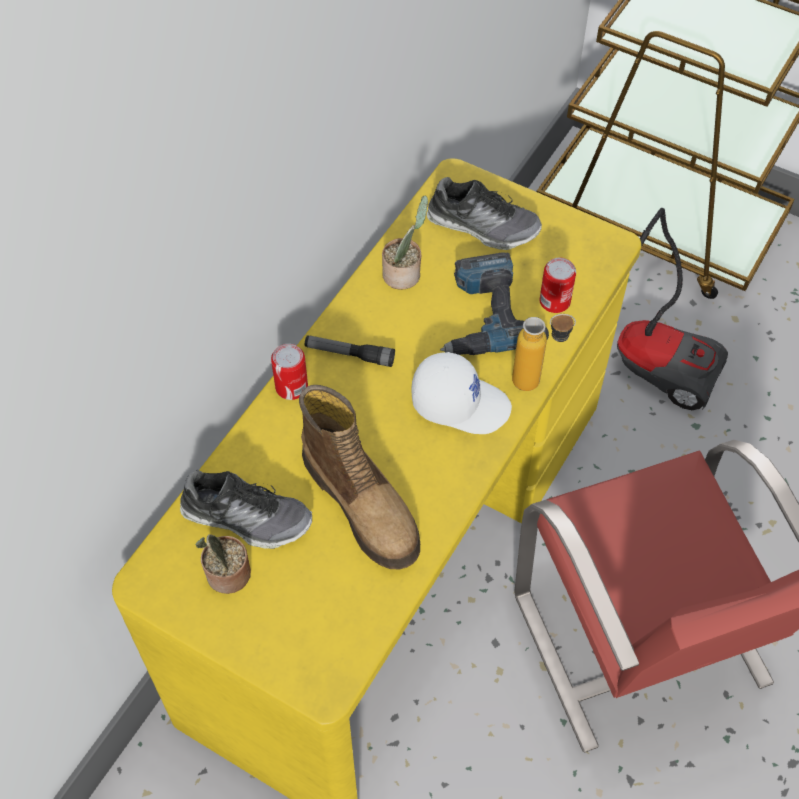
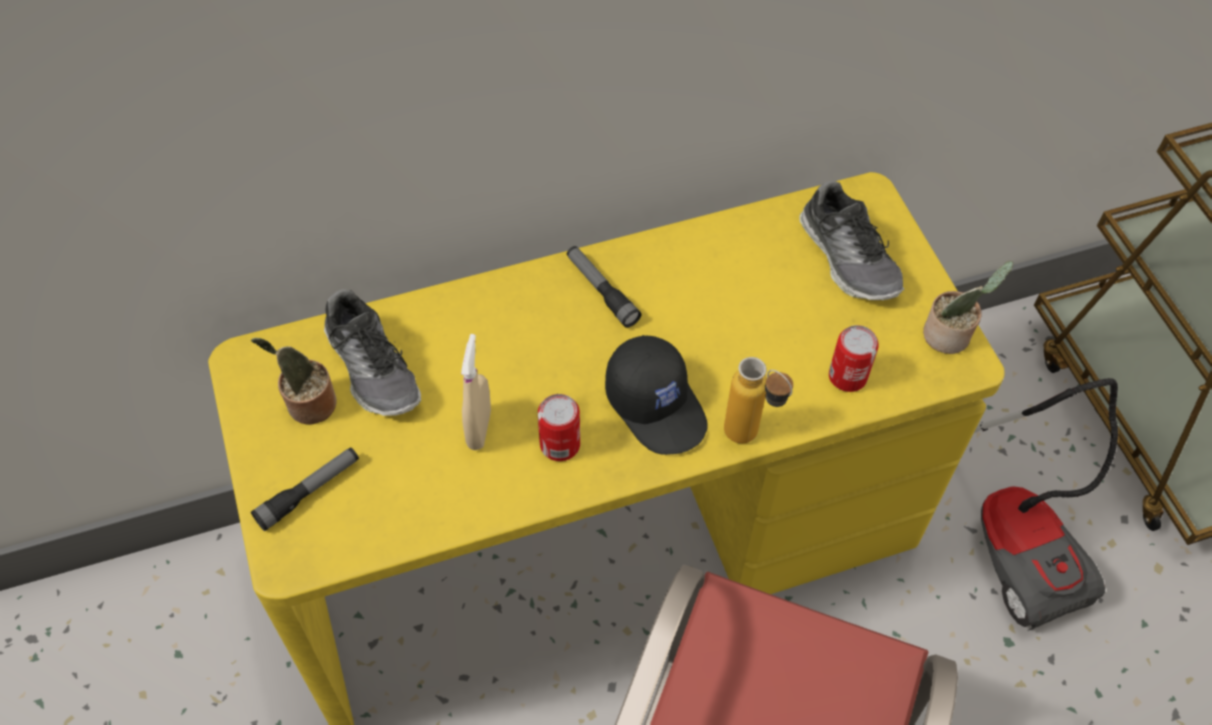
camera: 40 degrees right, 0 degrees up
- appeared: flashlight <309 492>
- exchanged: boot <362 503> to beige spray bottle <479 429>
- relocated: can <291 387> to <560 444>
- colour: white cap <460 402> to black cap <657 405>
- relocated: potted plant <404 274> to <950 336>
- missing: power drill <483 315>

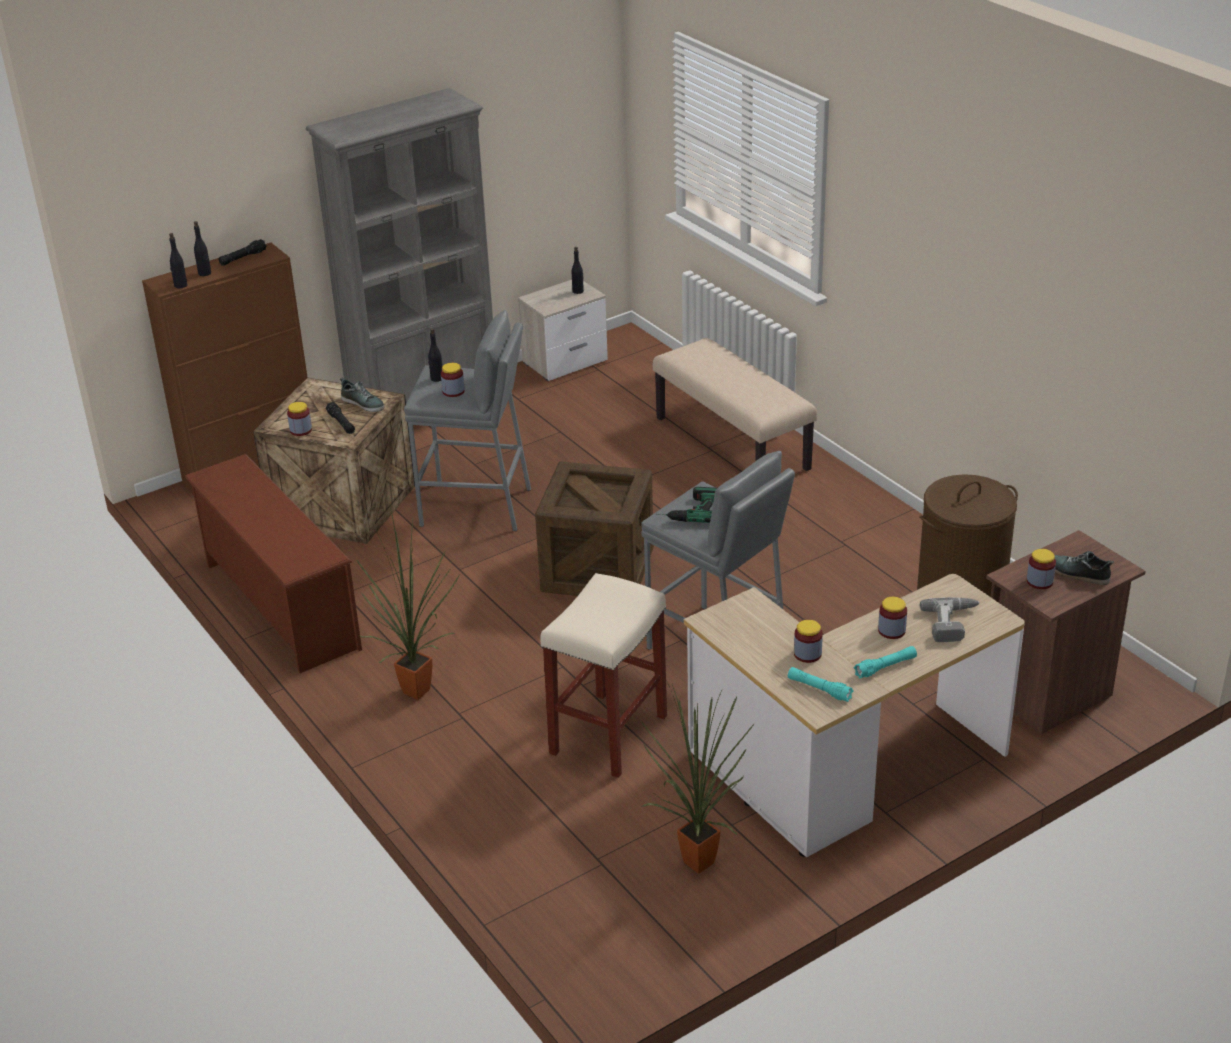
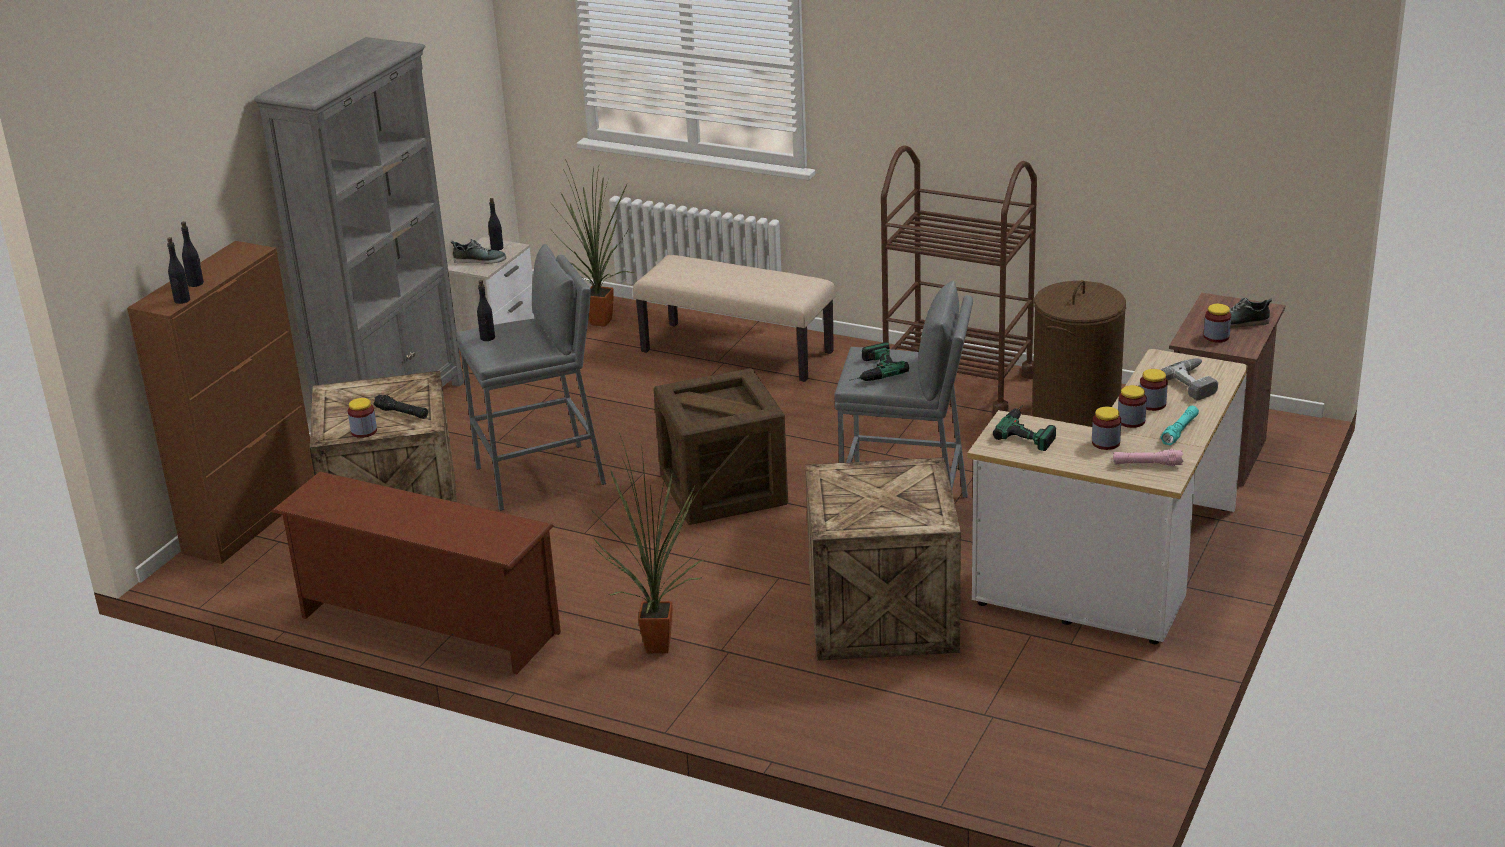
camera: 30 degrees left, 5 degrees down
- relocated: shoe <363 403> to <480 260>
- relocated: potted plant <695 860> to <597 321>
- exchanged: beige stool <608 736> to crate <885 616>
- appeared: brown cart <958 384>
- appeared: power drill <1030 430>
- colour: turquoise flashlight <819 689> to pink flashlight <1147 464>
- relocated: jar <453 391> to <1131 421>
- missing: black flashlight <243 258>

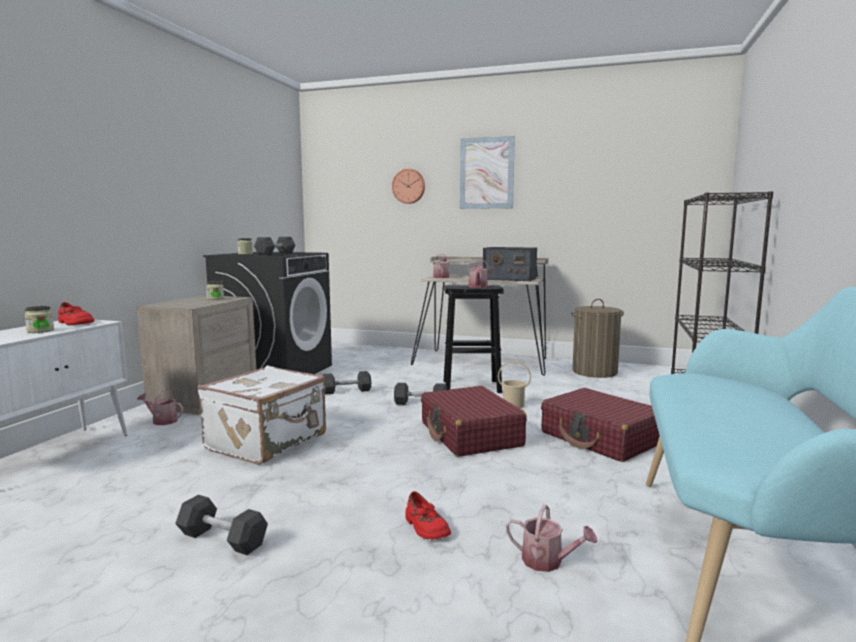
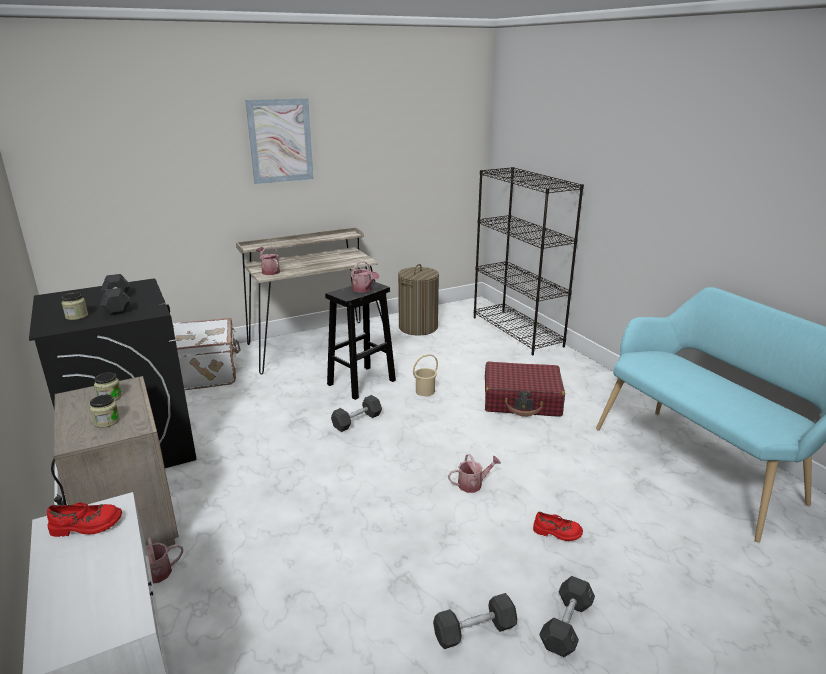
camera: 45 degrees left, 15 degrees up
- relocated: jar <40 331> to <107 421>
- relocated: white suitcase <268 442> to <208 373>
- relocated: watering can <548 561> to <473 484>
- relocated: grey dumbbell <346 391> to <566 625>
- missing: wall clock <409 186>
- missing: red suitcase <470 435>
- missing: radio <509 279>

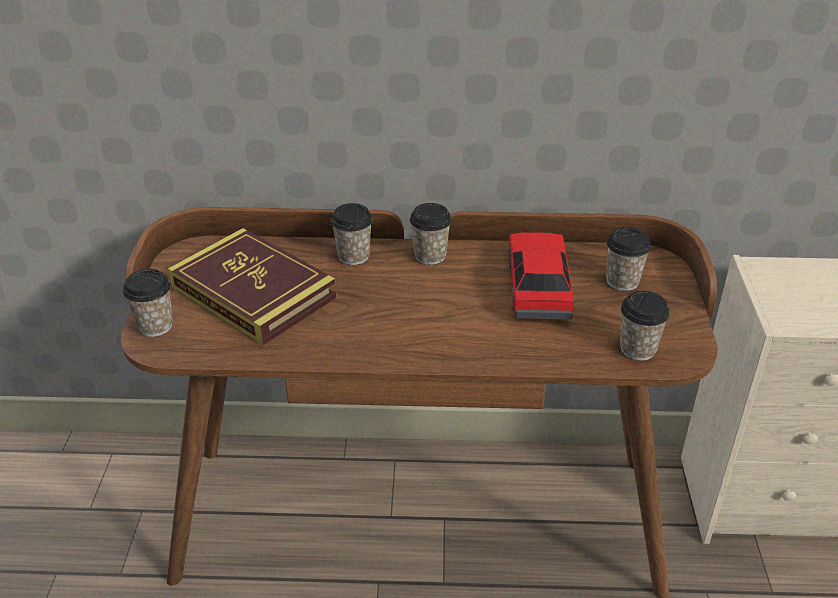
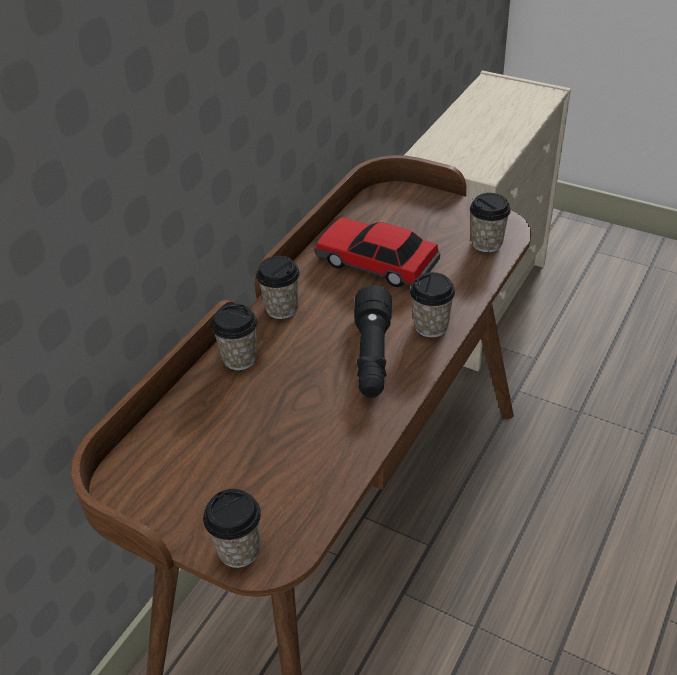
camera: 60 degrees left, 5 degrees up
- appeared: black flashlight <372 357>
- relocated: cup <622 281> to <431 326>
- missing: book <253 292>

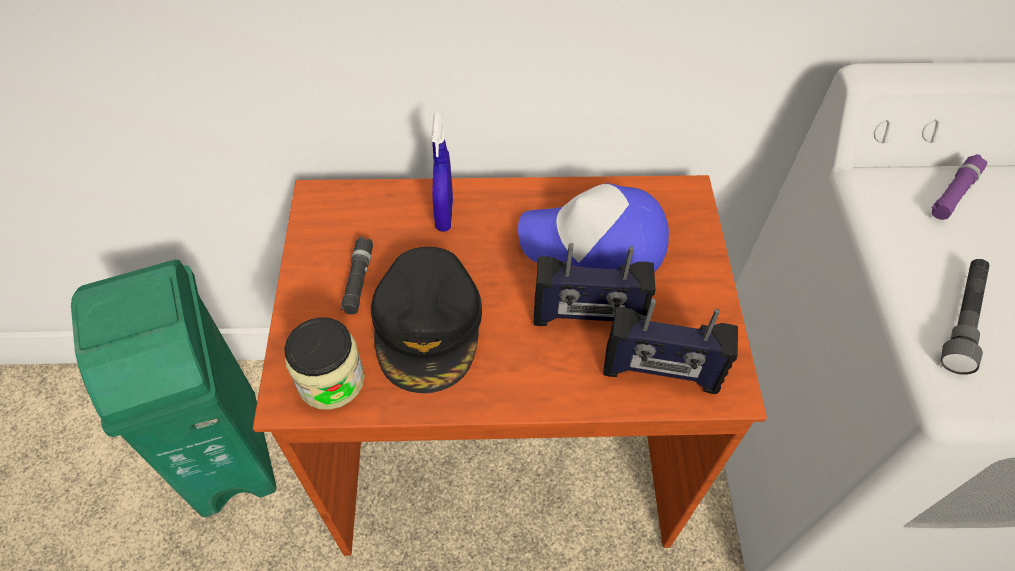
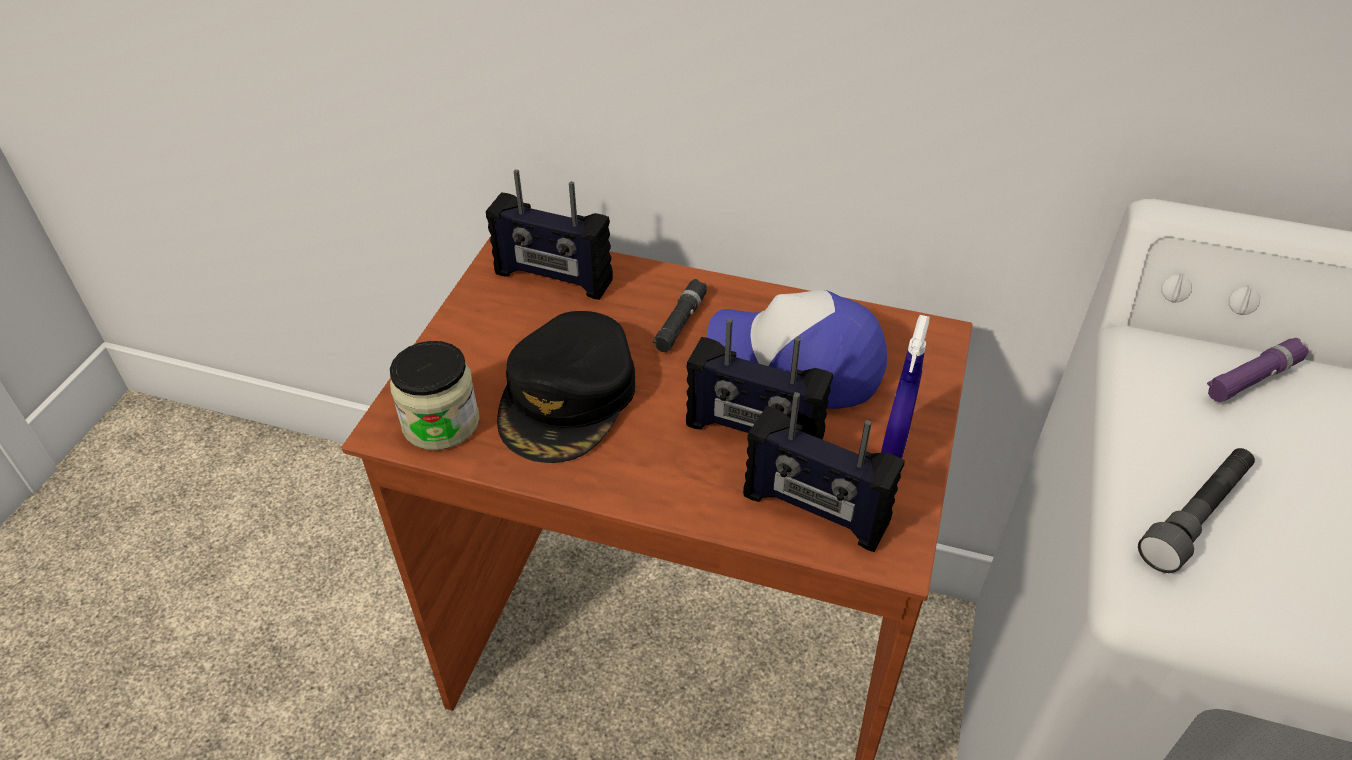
camera: 20 degrees right, 10 degrees down
- appeared: radio <553 278>
- relocated: black flashlight <358 280> to <680 322>
- relocated: blue spray bottle <444 215> to <892 453>
- missing: green trash can <230 450>

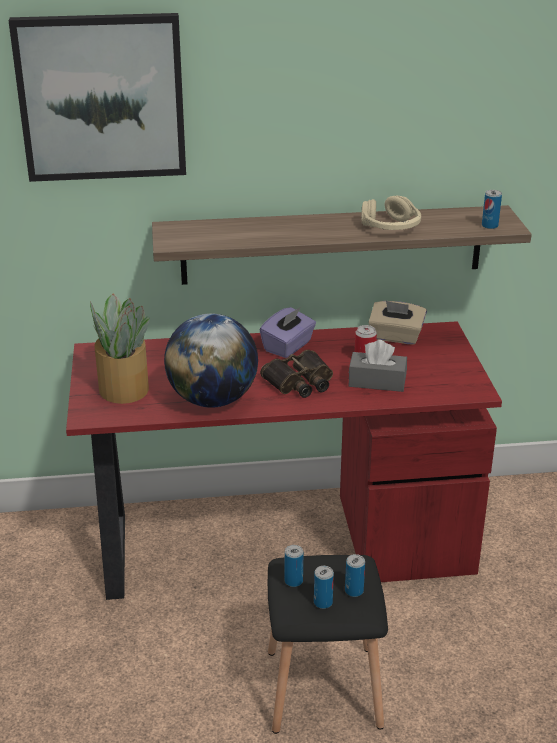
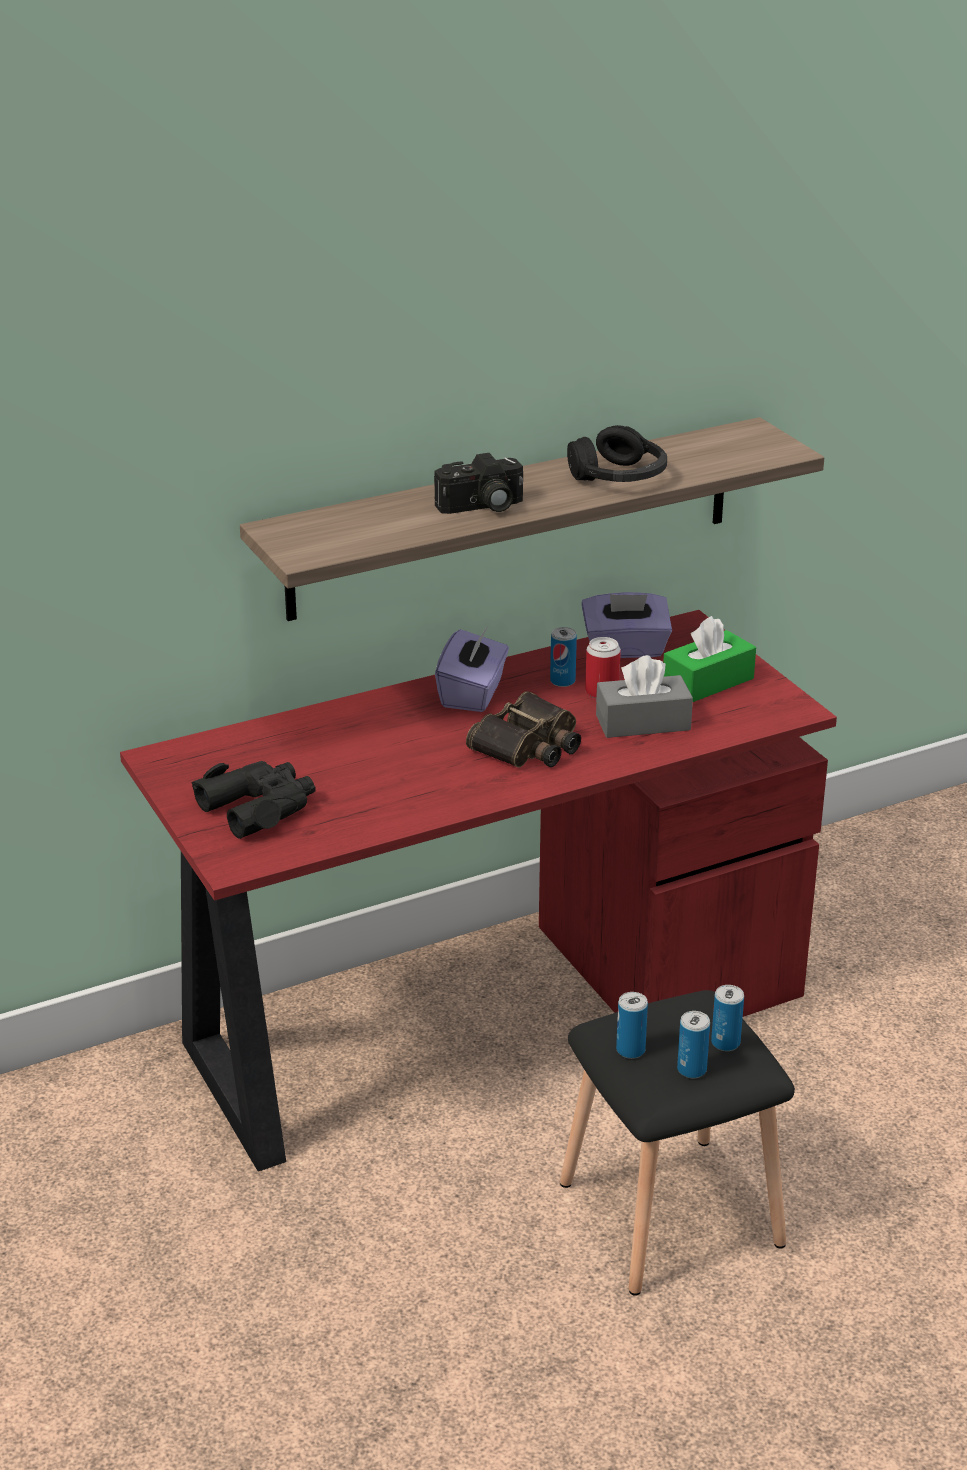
camera: 20 degrees left, 0 degrees up
- exchanged: potted plant <124 388> to black binoculars <259 807>
- appeared: photo camera <482 507>
- relocated: can <489 226> to <562 681>
- colour: beige headphones <391 227> to black headphones <619 477>
- colour: beige tissue box <396 337> to purple tissue box <625 649>
- appeared: green tissue box <708 682>
- missing: picture <101 97>
- missing: globe <212 400>

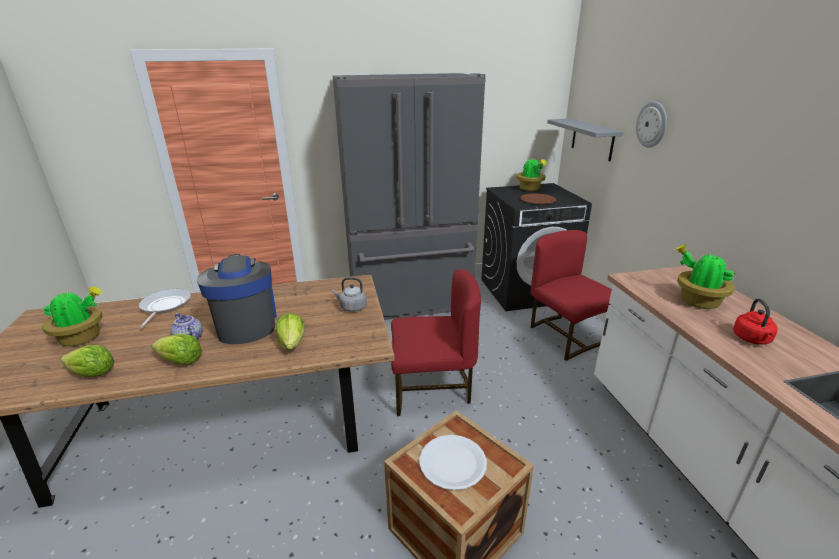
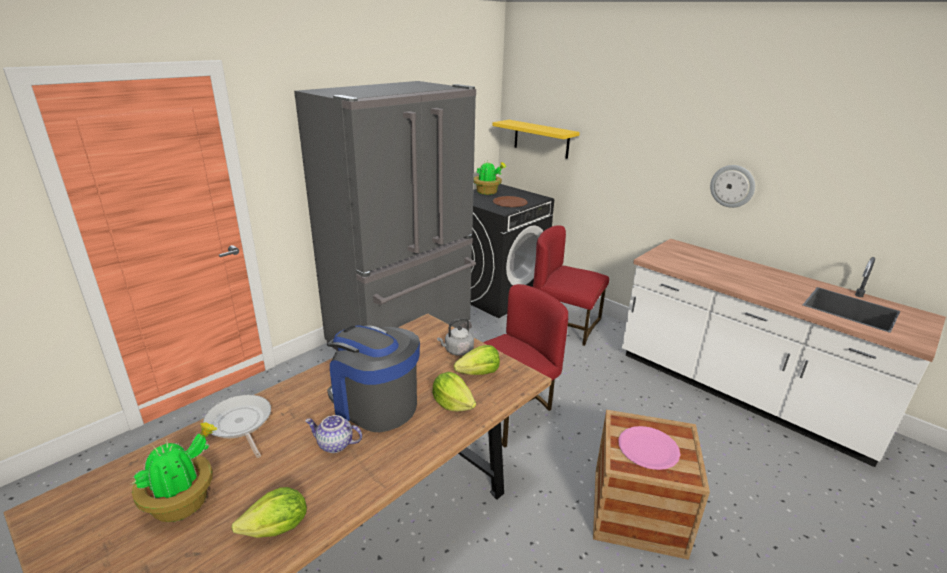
camera: 35 degrees left, 0 degrees up
- relocated: lettuce <180 361> to <479 373>
- colour: grey shelf <592 139> to yellow shelf <541 139>
- colour: white plate <452 463> to pink plate <648 449>
- relocated: wall clock <652 124> to <732 186>
- missing: potted plant <697 301>
- missing: red kettle <752 339>

